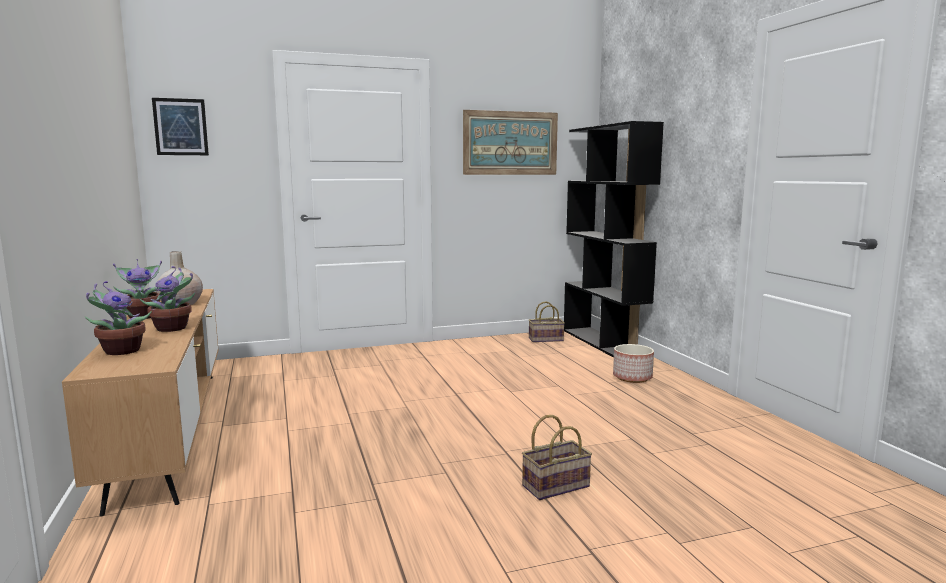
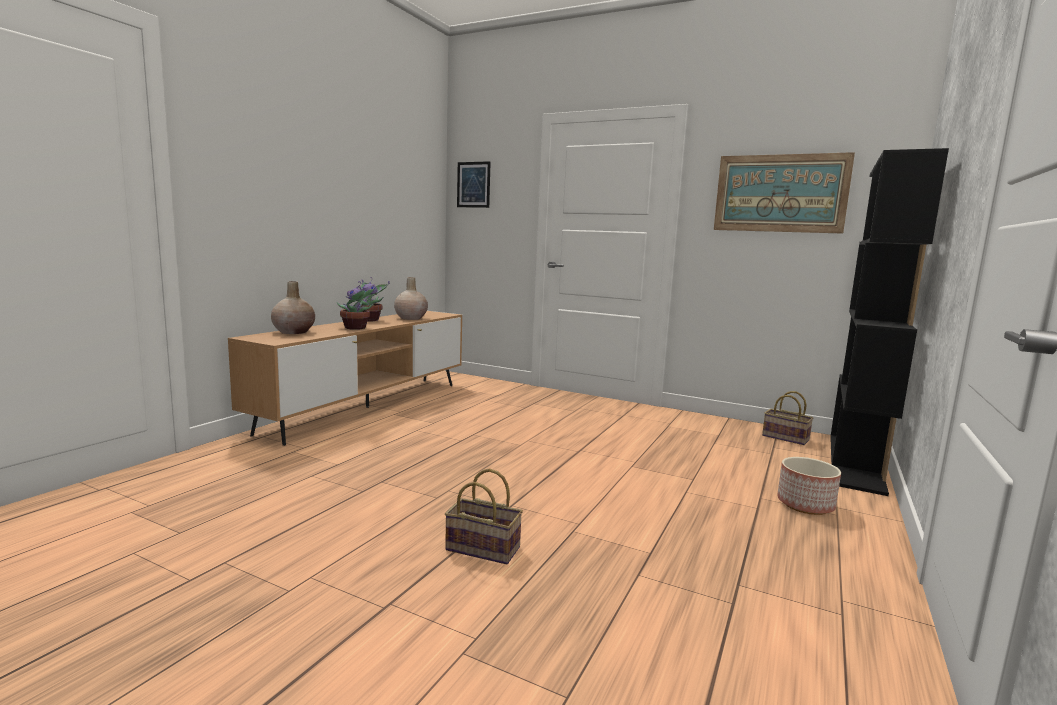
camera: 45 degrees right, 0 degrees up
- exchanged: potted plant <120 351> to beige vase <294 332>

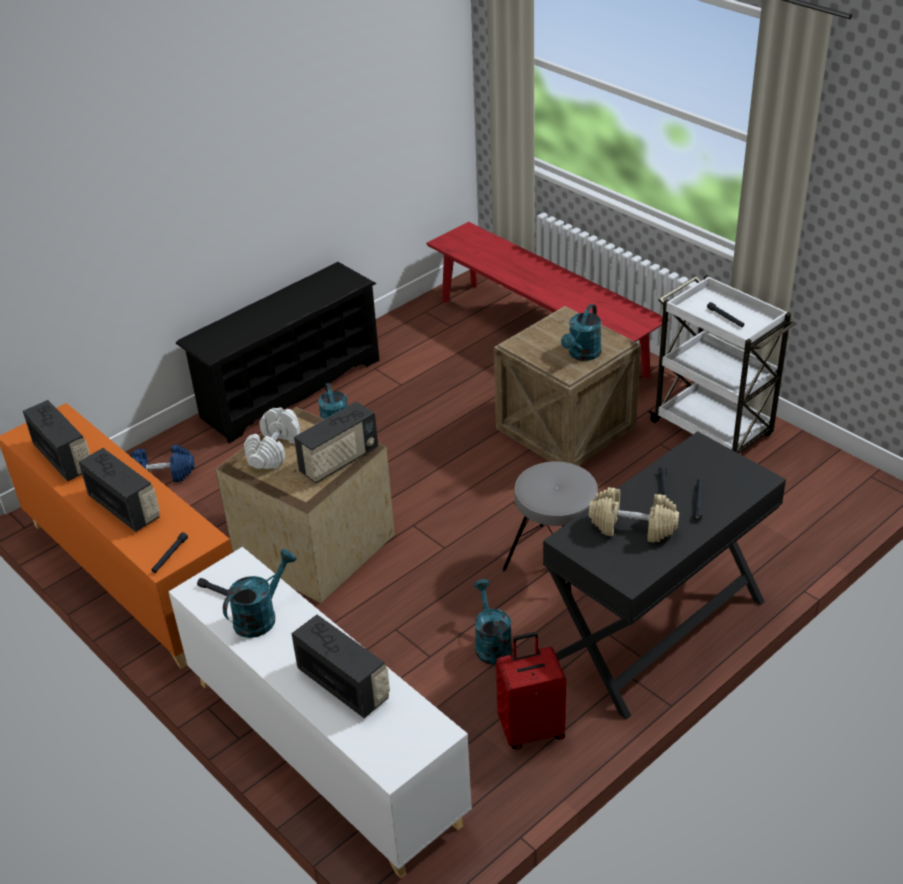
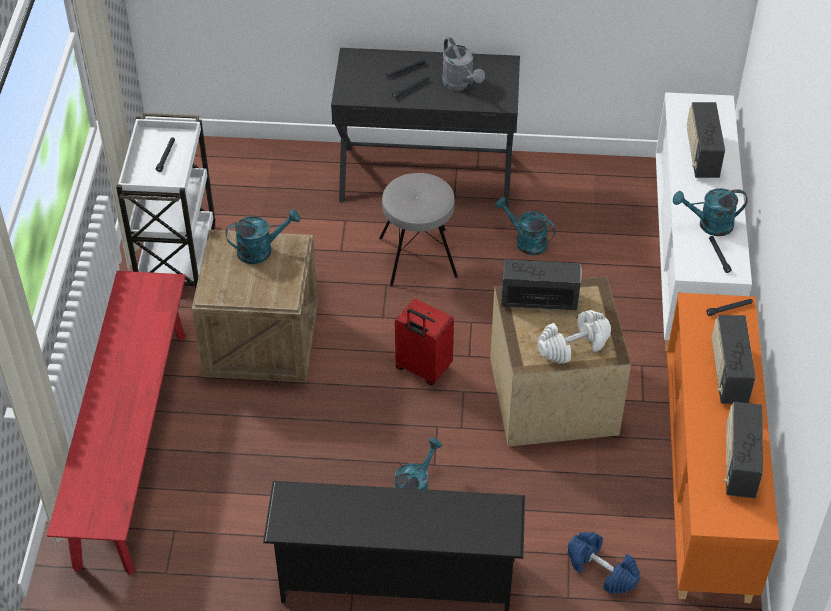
camera: 135 degrees left, 10 degrees up
- relocated: red suitcase <531 729> to <422 369>
- exchanged: beige dumbbell <632 527> to grey watering can <461 84>
- spun: turquoise watering can <491 643> = <526 241> 90 degrees clockwise

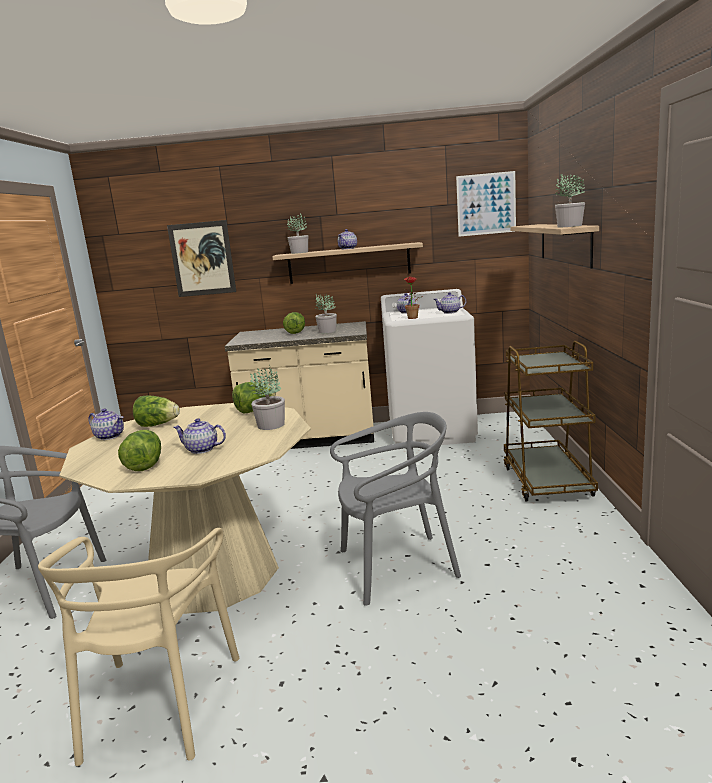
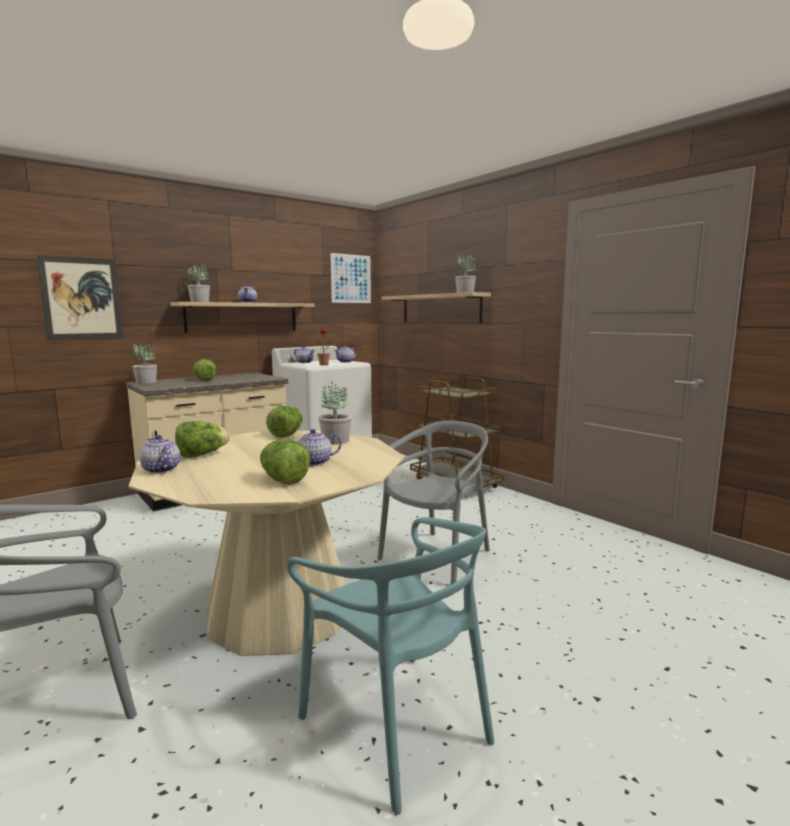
camera: 40 degrees left, 5 degrees down
- relocated: potted plant <327 331> to <146 382>
- spun: teapot <109 436> = <161 470> 120 degrees counterclockwise
- colour: beige chair <159 704> to turquoise chair <397 723>

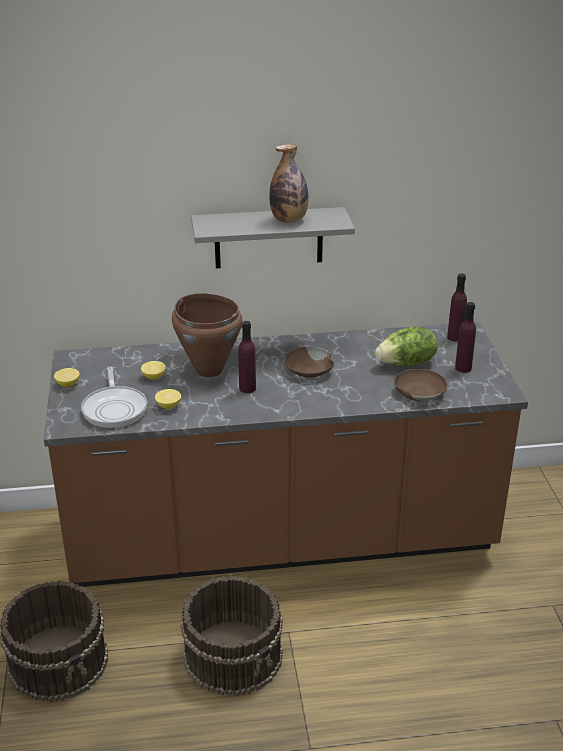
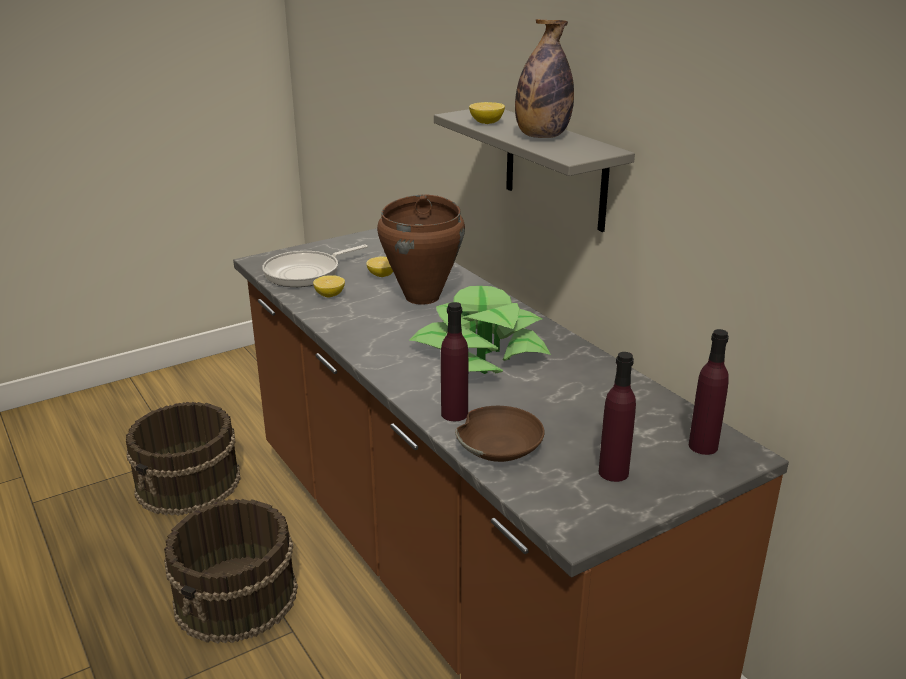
camera: 65 degrees right, 5 degrees down
- exchanged: brown bowl <309 370> to potted plant <480 352>
- relocated: purple bottle <247 388> to <454 414>
- relocated: lemon <68 384> to <486 123>
- missing: lettuce <407 363>

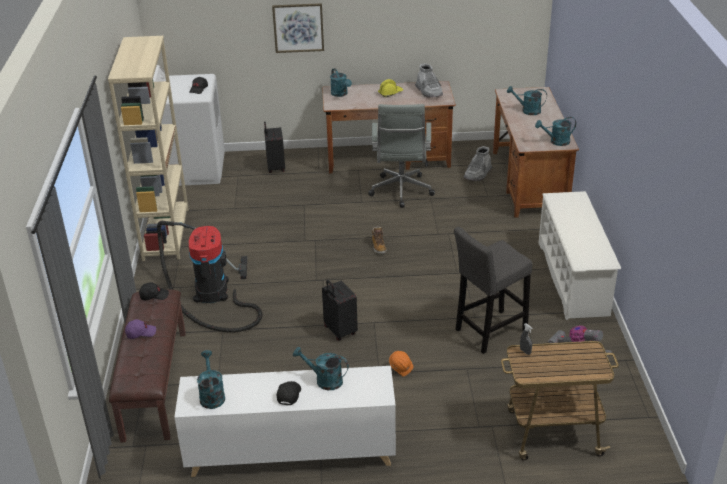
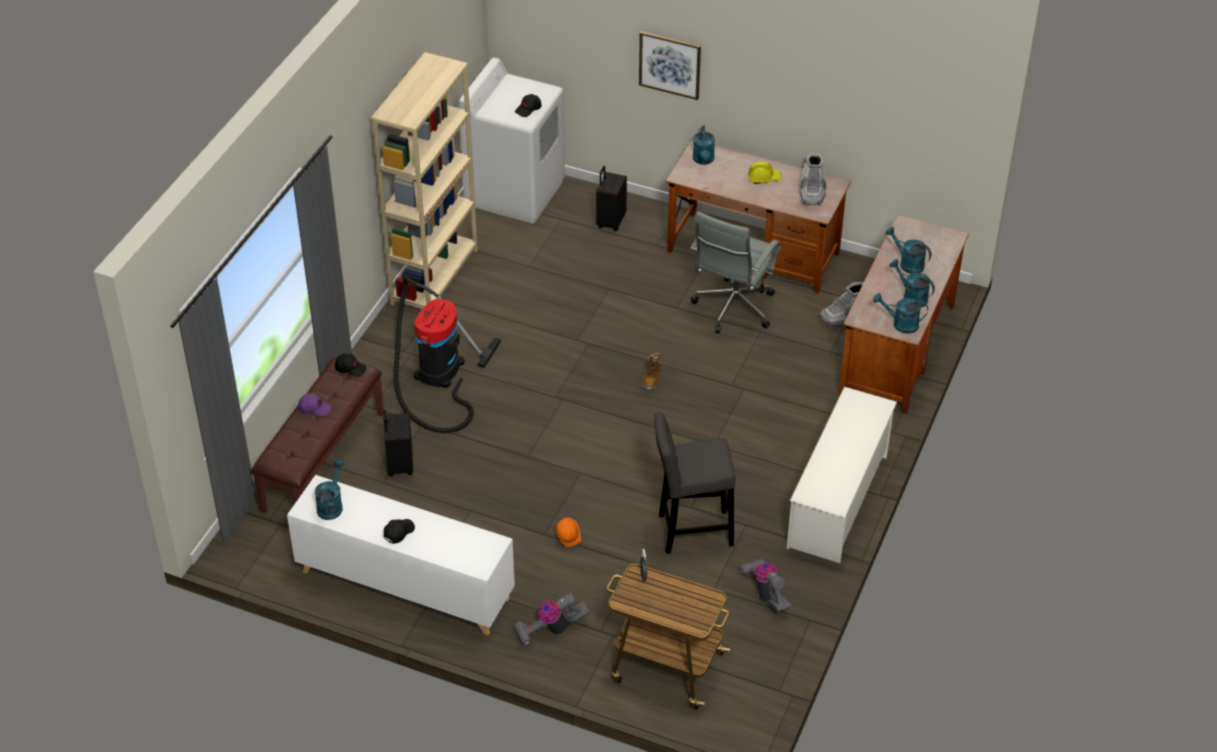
camera: 25 degrees right, 10 degrees up
- relocated: black suitcase <339 331> to <399 465>
- appeared: vacuum cleaner <551 629>
- relocated: turquoise watering can <324 380> to <911 297>

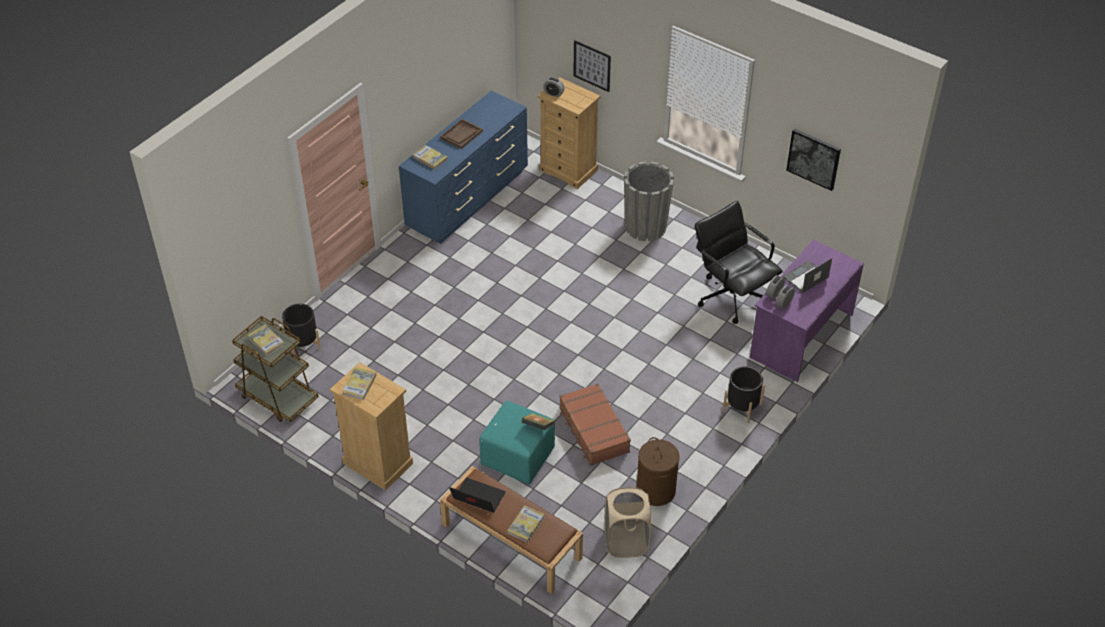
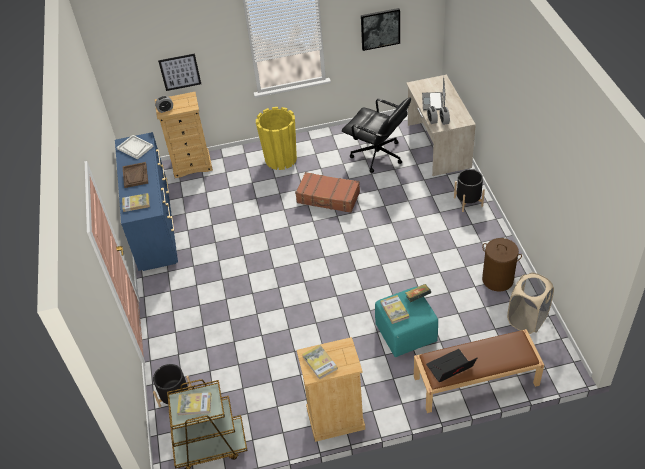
camera: 45 degrees left, 0 degrees up
- appeared: white tray <135 148>
- colour: grey planter <645 227> to yellow planter <281 159>
- relocated: brown suitcase <593 431> to <328 198>
- spun: black office chair <731 296> = <377 156> 150 degrees counterclockwise
- relocated: book <526 525> to <394 310>
- colour: purple desk <800 335> to beige desk <437 146>

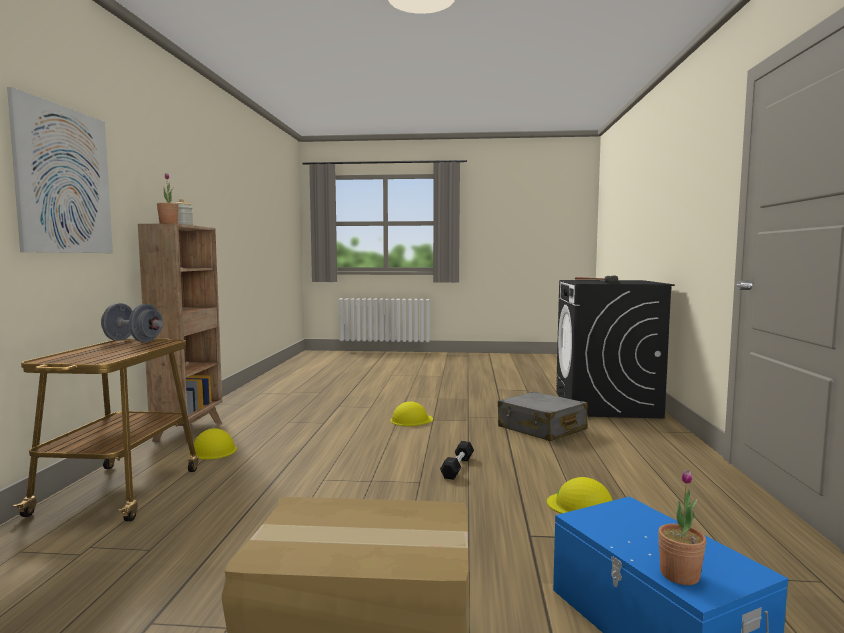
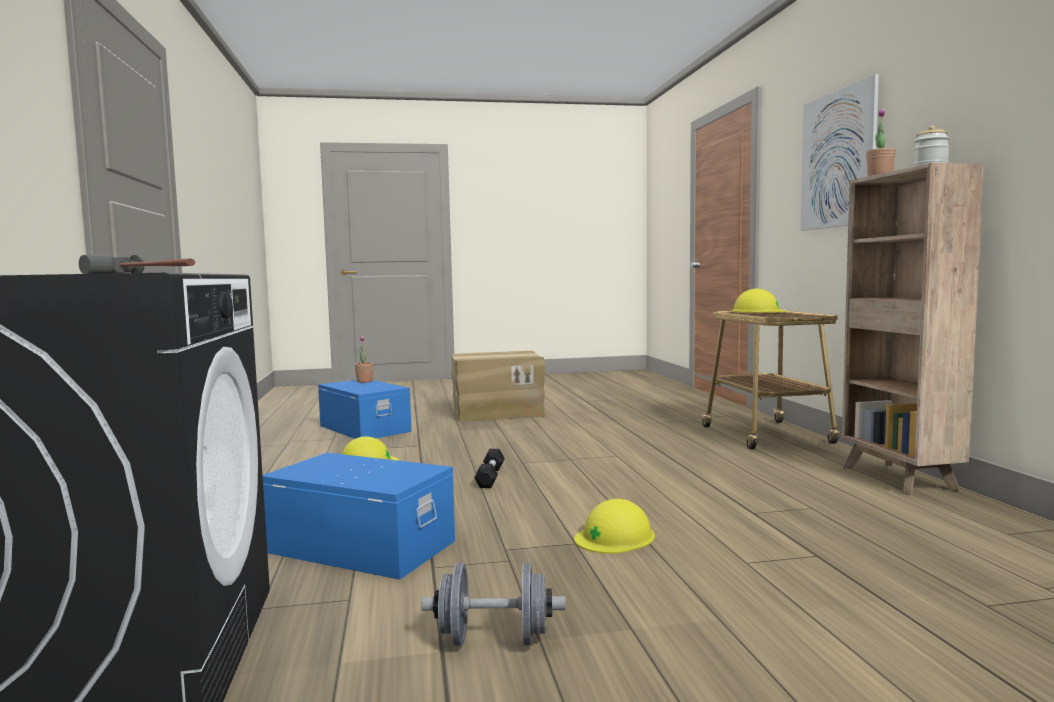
camera: 165 degrees right, 0 degrees up
- exchanged: grey suitcase <541 429> to blue storage box <362 545>
- relocated: grey dumbbell <133 341> to <494 640>
- relocated: yellow hard hat <212 450> to <758 311>

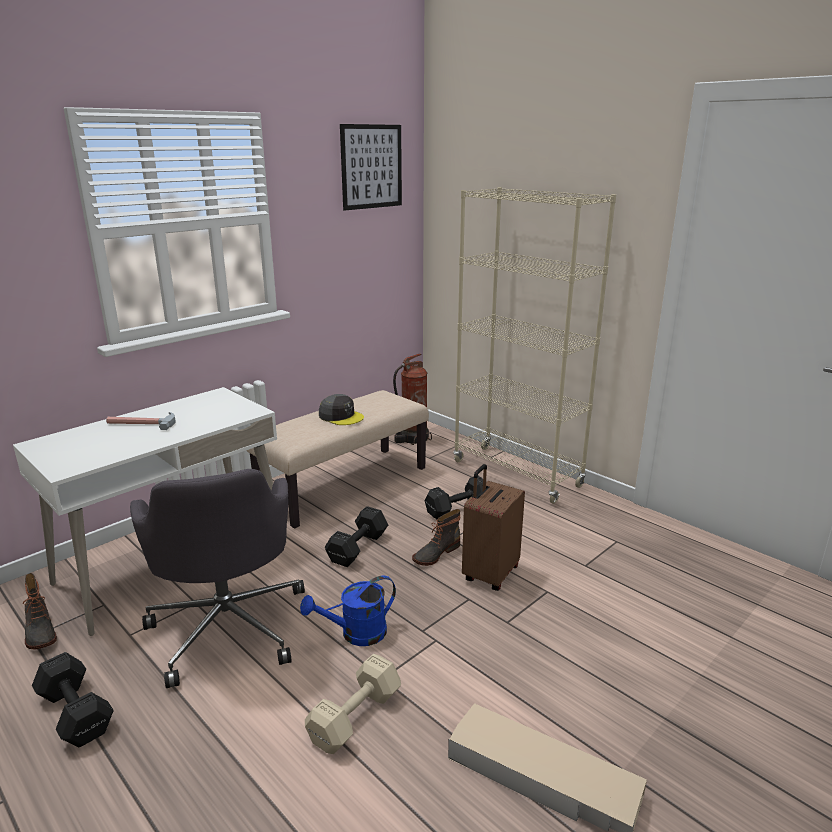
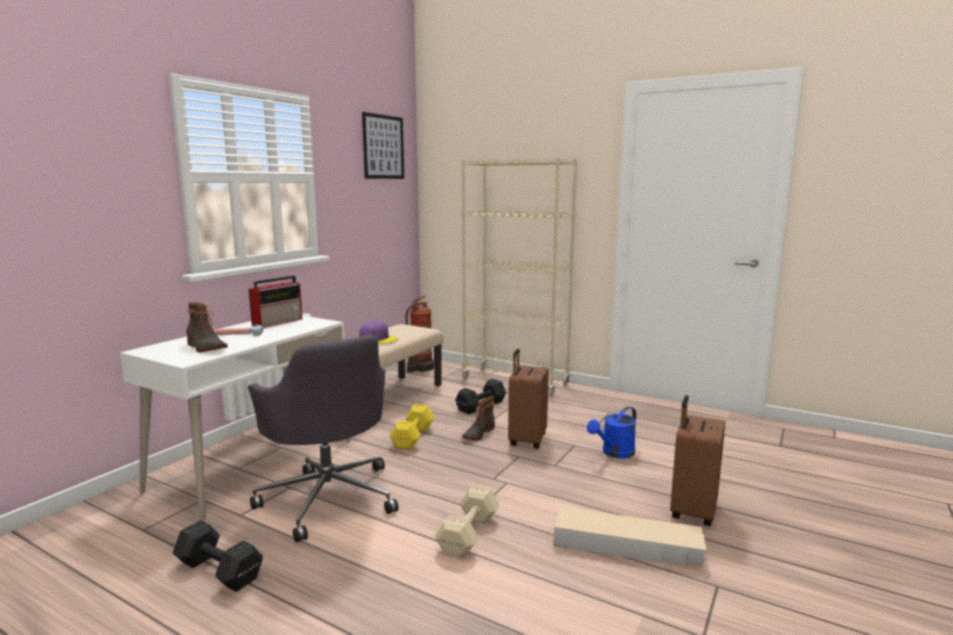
camera: 15 degrees left, 10 degrees down
- relocated: boot <39 631> to <205 347>
- appeared: radio <278 322>
- colour: grey cap <341 416> to purple cap <378 339>
- colour: black dumbbell <356 548> to yellow dumbbell <412 438>
- relocated: blue watering can <356 634> to <614 453>
- appeared: brown suitcase <691 511>

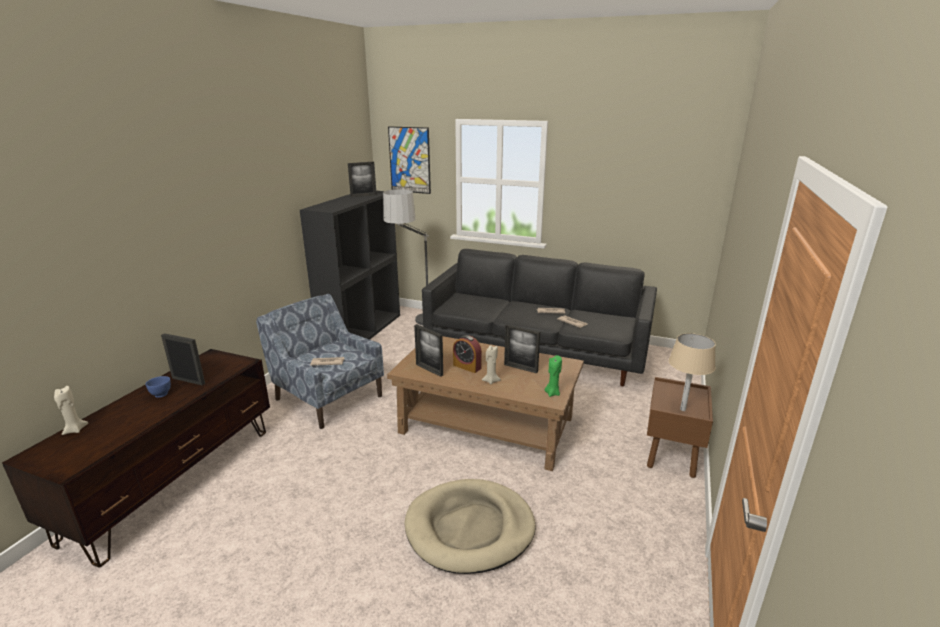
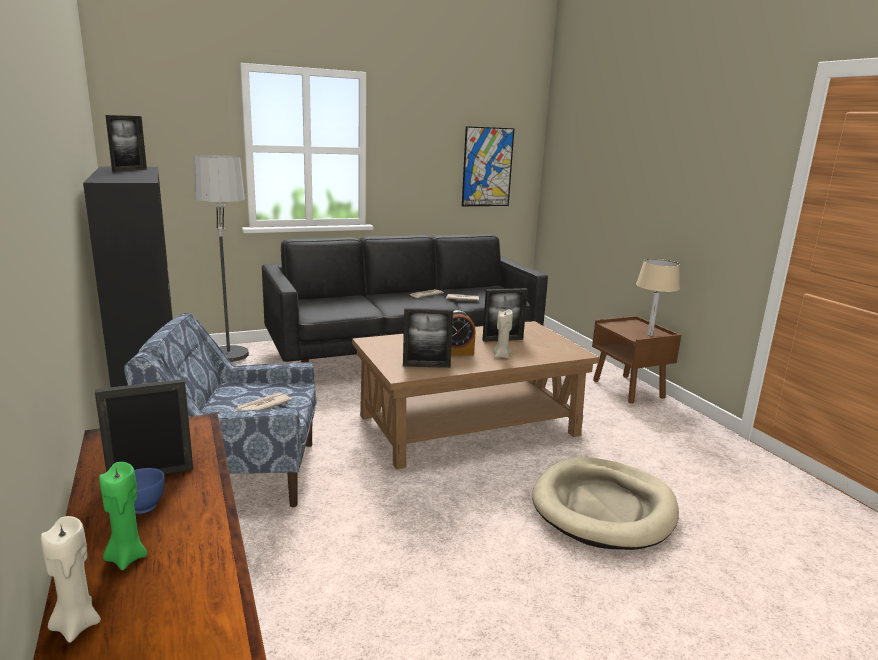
camera: 45 degrees left, 5 degrees down
- relocated: green candle <552 393> to <126 557>
- relocated: picture <409 160> to <487 167>

